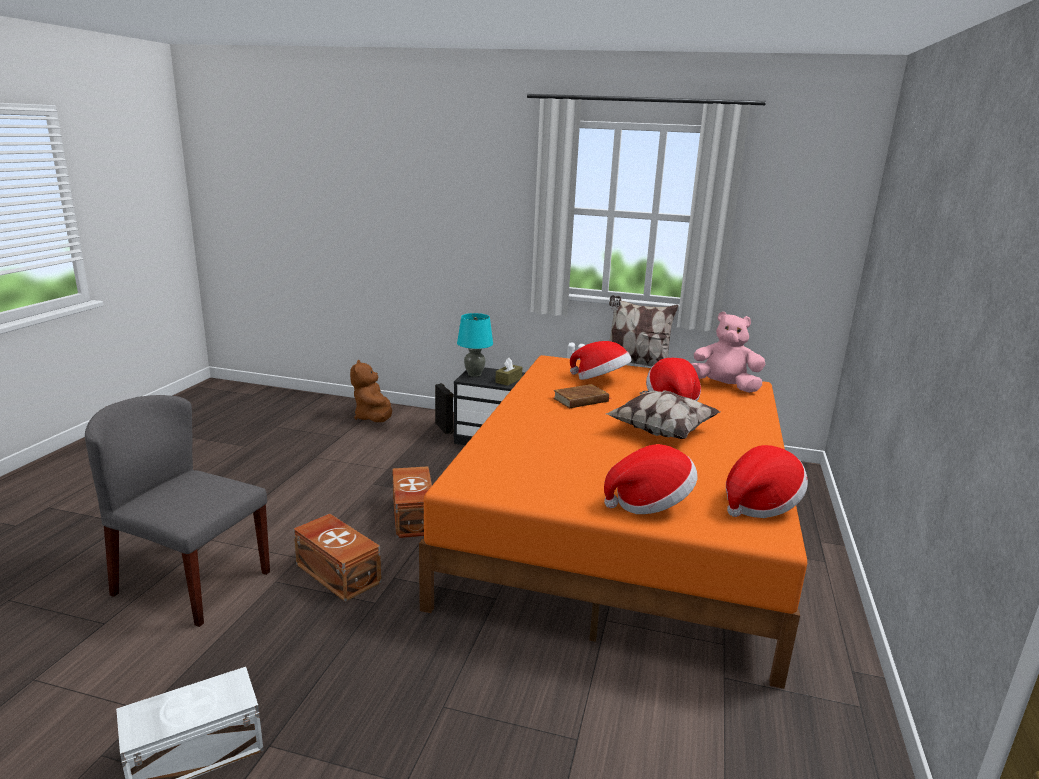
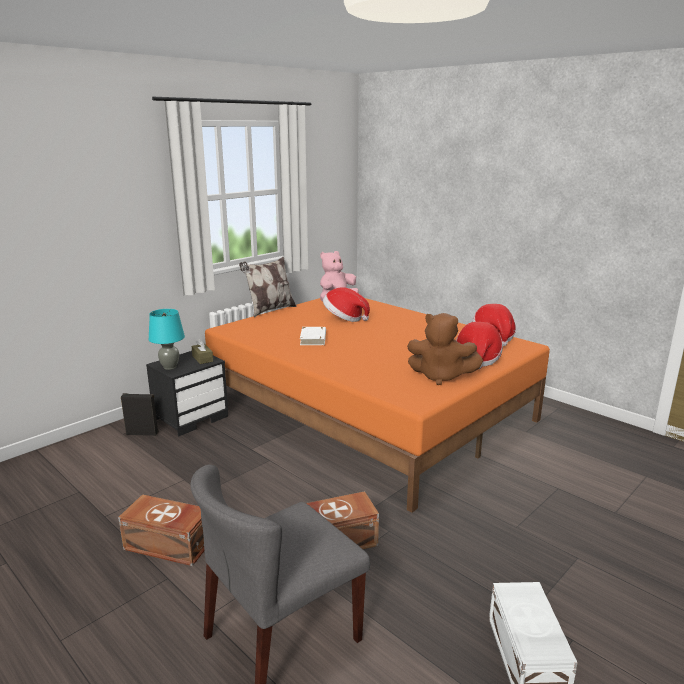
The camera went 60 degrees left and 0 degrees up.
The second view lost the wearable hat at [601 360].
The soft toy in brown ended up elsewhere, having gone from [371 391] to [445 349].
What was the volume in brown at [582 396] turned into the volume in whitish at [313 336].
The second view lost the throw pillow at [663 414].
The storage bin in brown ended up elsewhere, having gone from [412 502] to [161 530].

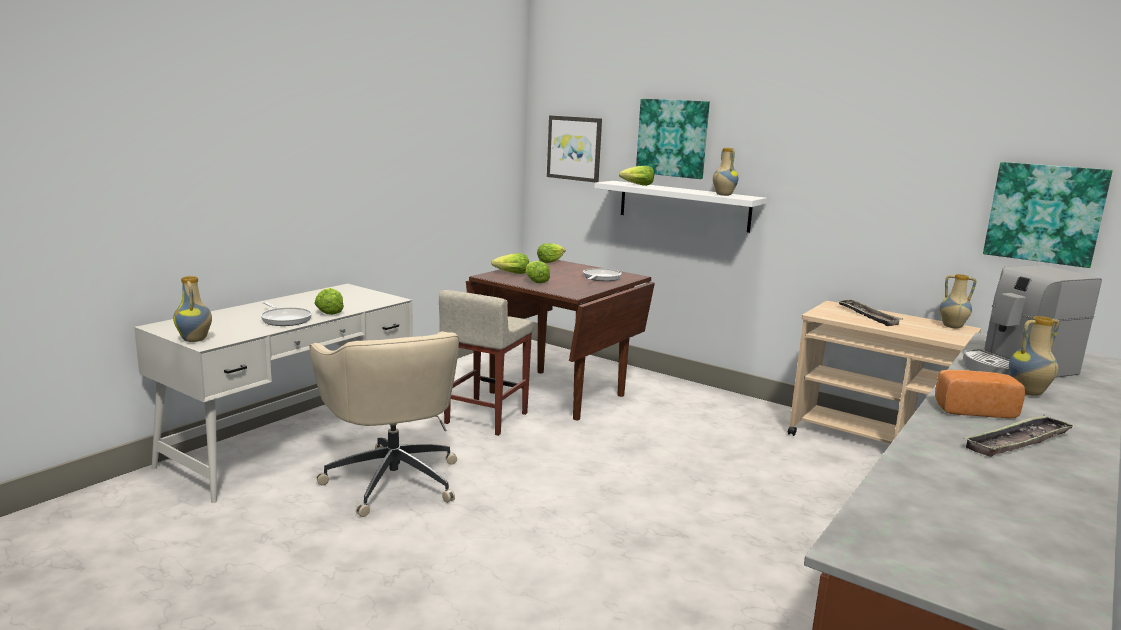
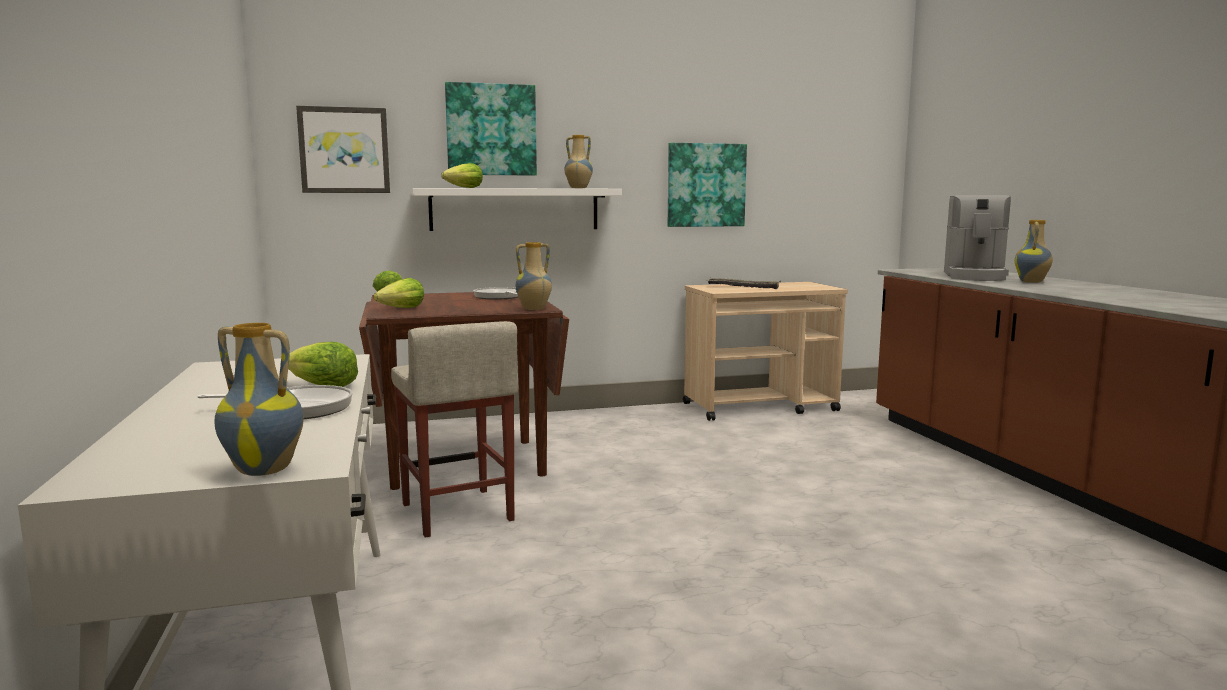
The camera went 50 degrees left and 5 degrees down.
The wall art ended up elsewhere, having gone from [1048 215] to [707 185].
The second view lost the lettuce head at [538 272].
The flower vase ended up elsewhere, having gone from [958 301] to [534 276].
The second view lost the desk chair in sand-coloured at [384 424].
The second view lost the baked bread at [980 394].
The second view lost the serving tray at [1019 436].

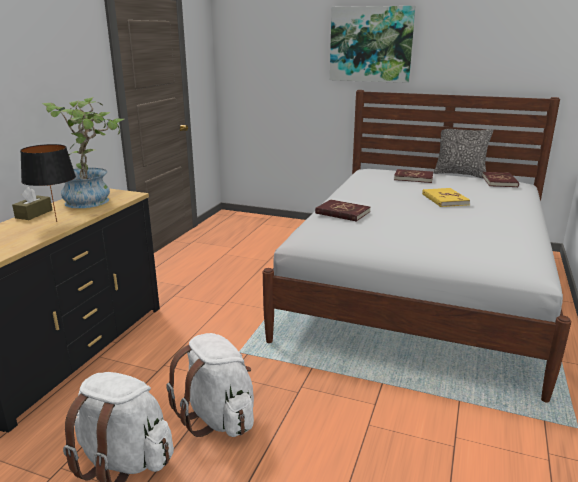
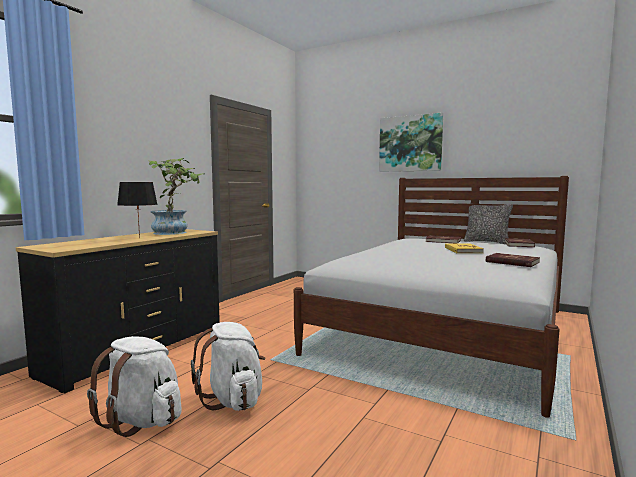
The camera went 10 degrees right and 15 degrees down.
The second view lost the tissue holder in brown at [32 203].
The volume in red-coloured ended up elsewhere, having gone from [342 210] to [513 260].

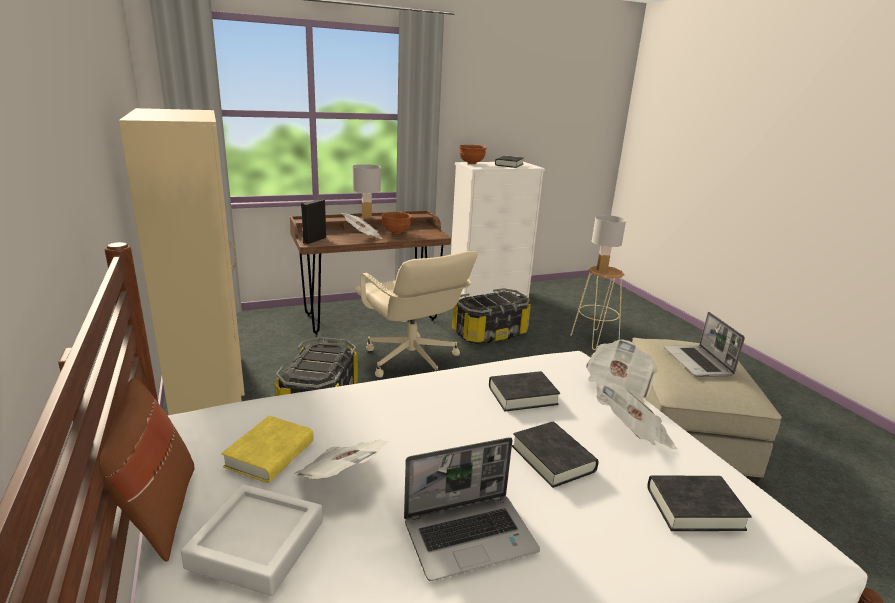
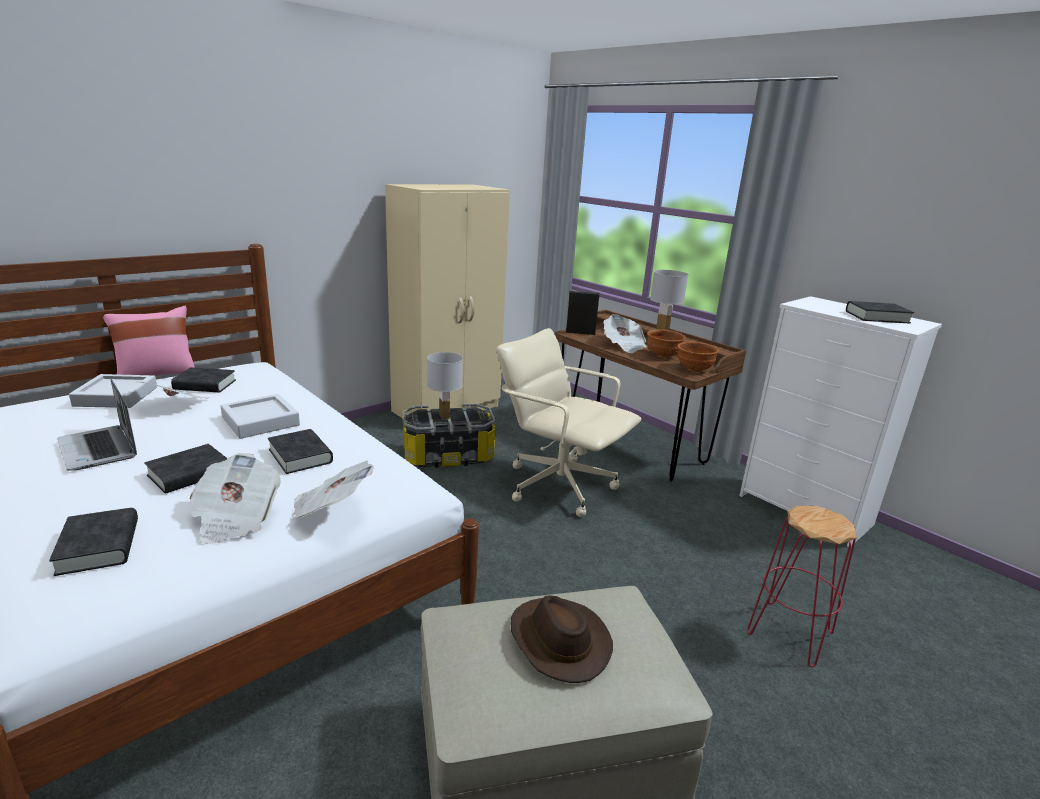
The camera went 70 degrees right and 0 degrees up.
The bowl in brown ended up elsewhere, having gone from [473 154] to [698 357].
The lamp for a table in whitish ended up elsewhere, having gone from [609 243] to [445 386].
The desk chair in sand-coloured at [416 314] ended up facing another way, 90 degrees clockwise from before.
What was the stool in sand-coloured at [597 308] turned into the stool in red-coloured at [802 586].
The second view lost the storage bin at [491 316].
Where the laptop stood at [704 344], the wearable hat in brown came to stand at [561 639].
What was the throw pillow in brown at [147 470] turned into the throw pillow in pinkish at [149 341].
What was the volume in yellow at [267 449] turned into the volume in black-coloured at [203 380].
The second view gained the serving tray in grey at [260 416].

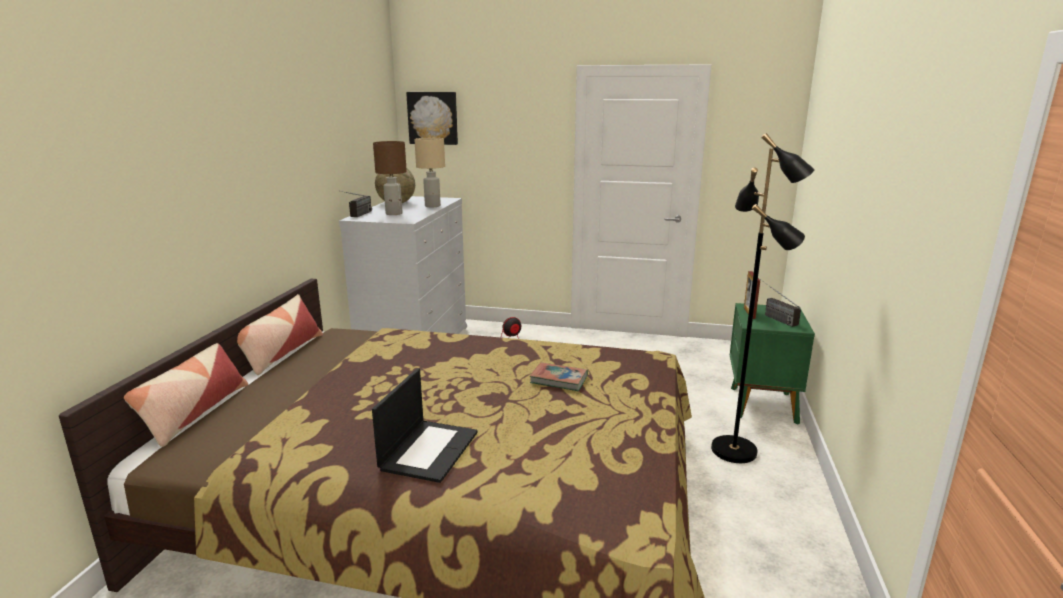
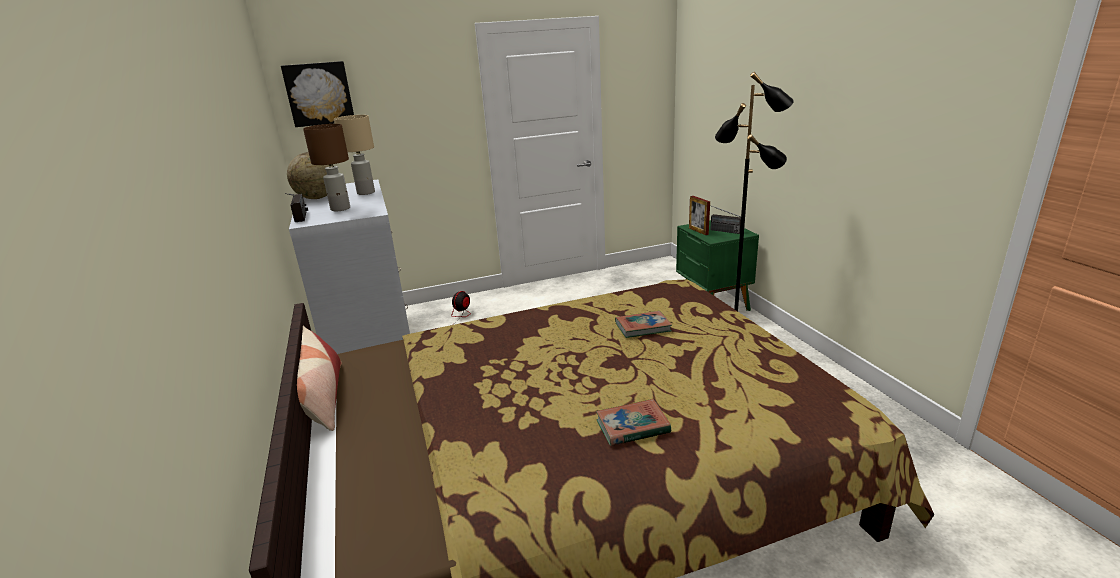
The camera went 30 degrees left and 5 degrees up.
The second view lost the throw pillow at [186 395].
Where the laptop stood at [425 425], the volume came to stand at [633 422].

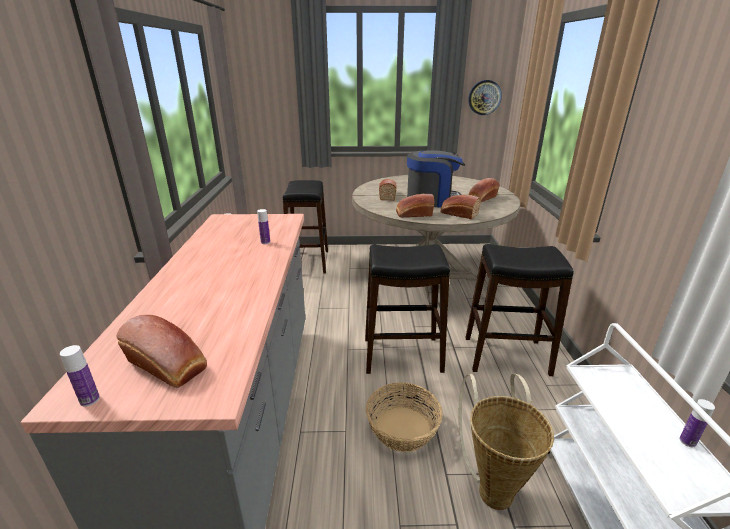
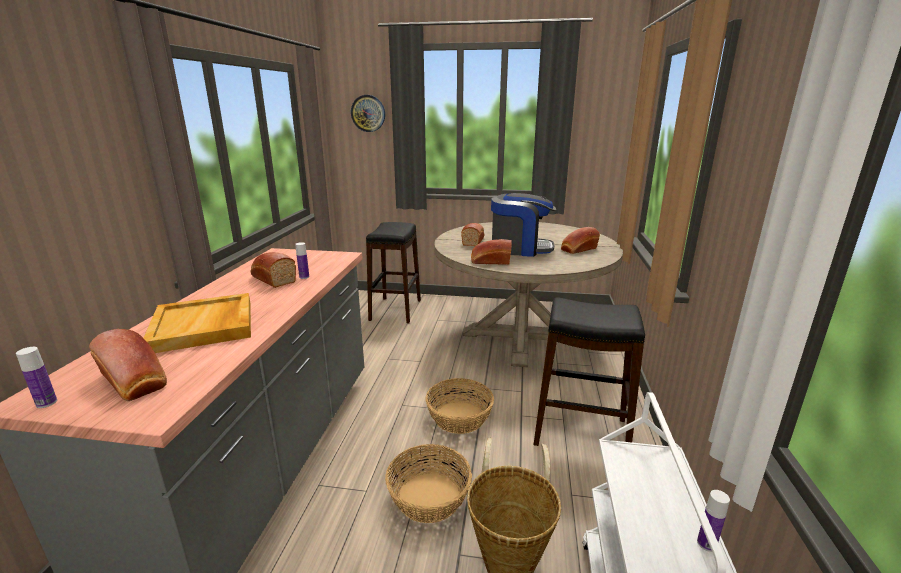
The camera went 10 degrees right and 5 degrees down.
The hanging clock ended up elsewhere, having gone from [485 97] to [368 113].
The baked bread ended up elsewhere, having gone from [460 207] to [273 270].
Where the stool in black-coloured stood at [407 309], the basket came to stand at [459 406].
The second view gained the serving tray in sand-coloured at [197 323].

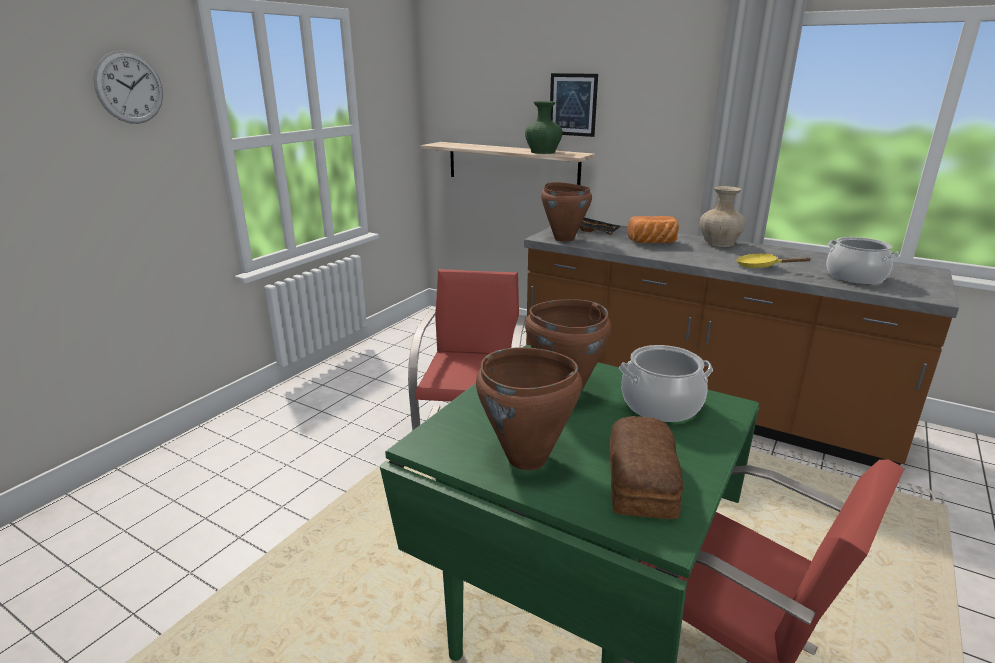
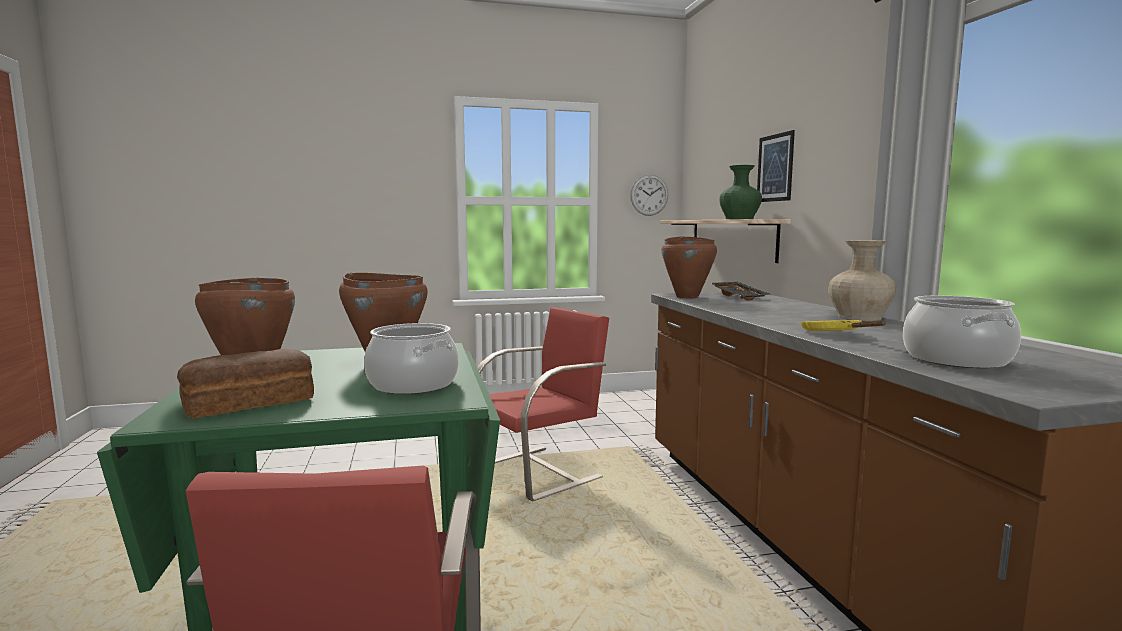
The camera went 45 degrees right and 15 degrees down.
The hanging clock ended up elsewhere, having gone from [128 87] to [649 195].
The second view lost the baked bread at [653 229].

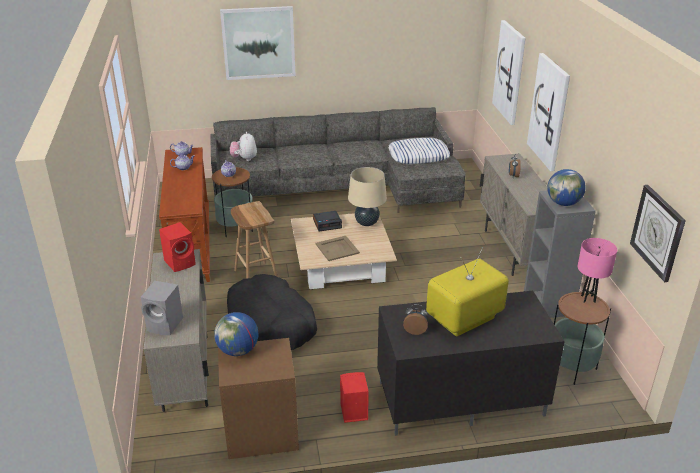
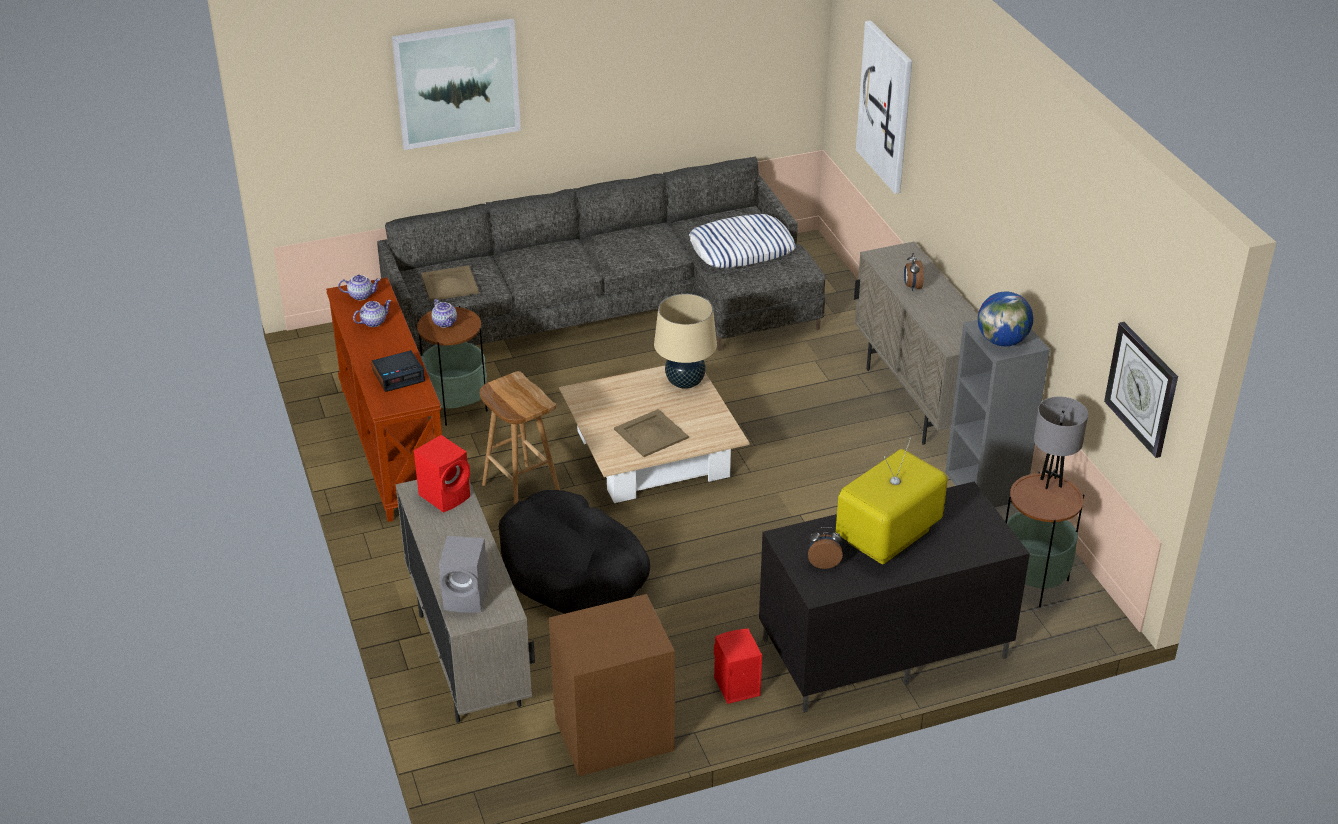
The camera went 10 degrees left and 5 degrees up.
The second view lost the wall art at [548 112].
Where the soft toy stood at [243 146], the serving tray in sand-coloured came to stand at [450 283].
The alarm clock ended up elsewhere, having gone from [327 221] to [398 371].
What was the lamp for a table in pinkish at [597 270] turned into the lamp for a table in grey at [1061 443].
The second view lost the globe at [236 334].

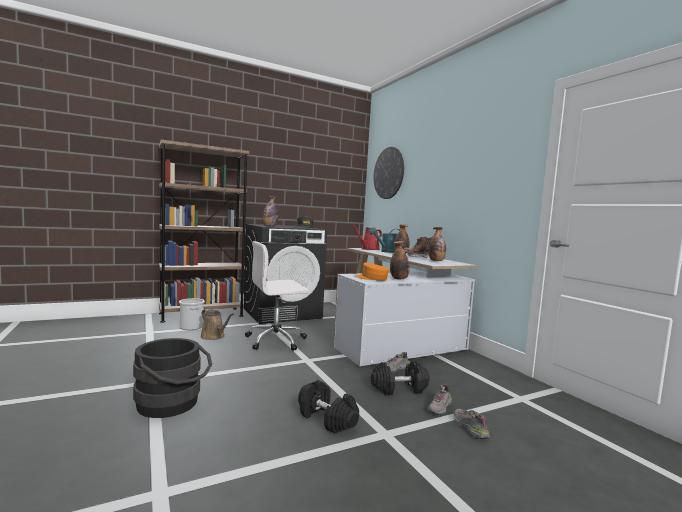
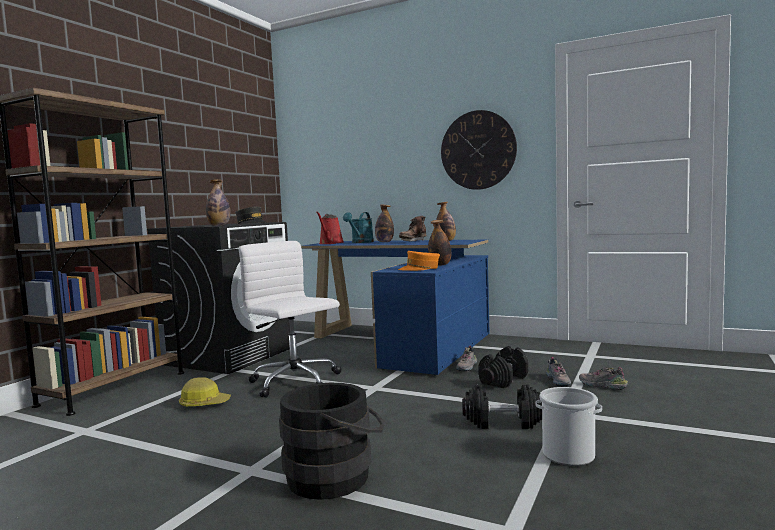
The camera went 35 degrees left and 0 degrees up.
The hanging clock ended up elsewhere, having gone from [388 173] to [479 150].
The desk chair in whitish at [277 296] ended up facing another way, 105 degrees clockwise from before.
What was the desk in whitish at [405 307] turned into the desk in blue-coloured at [395 307].
The bucket ended up elsewhere, having gone from [192 314] to [568 426].
Where the watering pot in brown stood at [217 324], the hard hat came to stand at [205 392].

